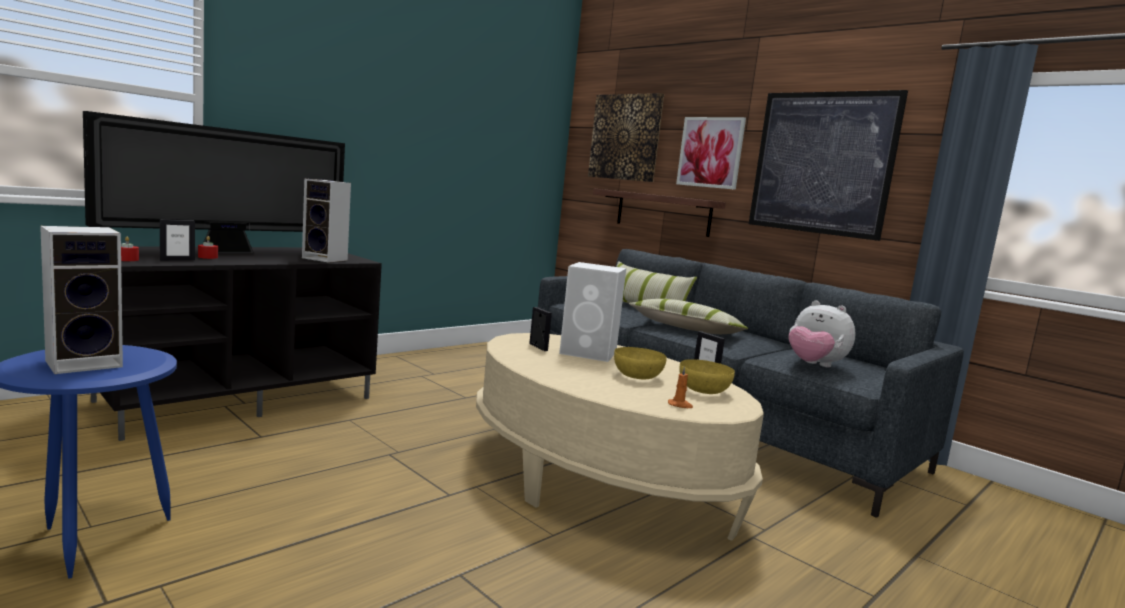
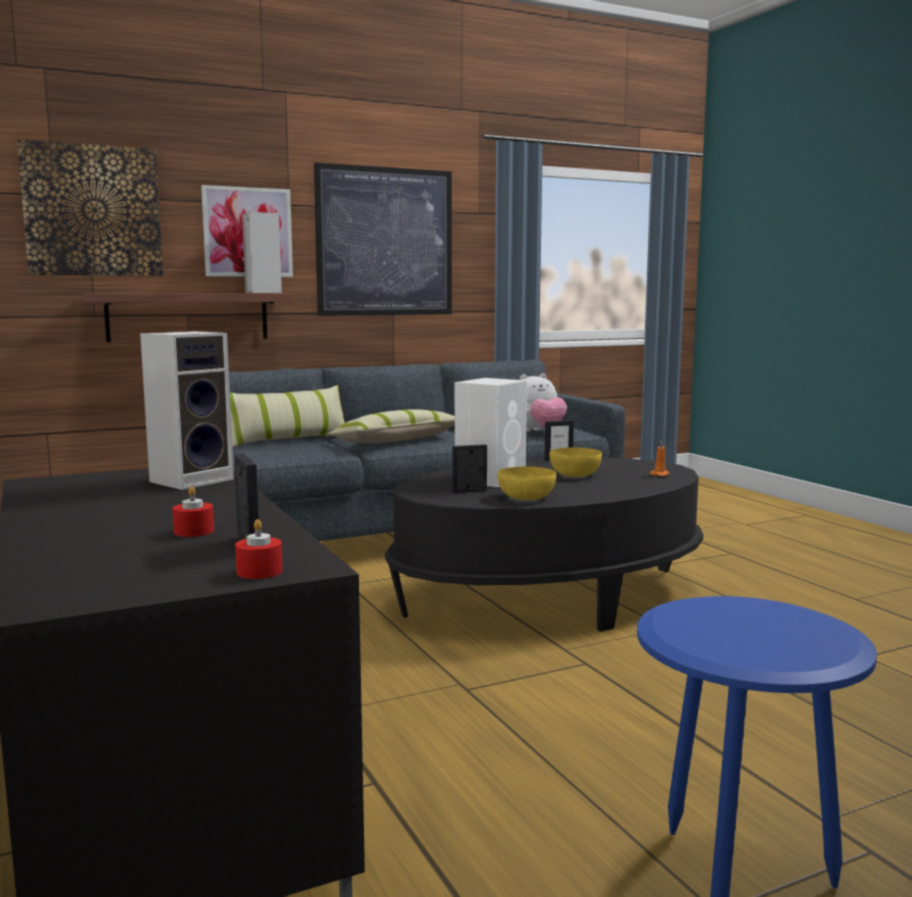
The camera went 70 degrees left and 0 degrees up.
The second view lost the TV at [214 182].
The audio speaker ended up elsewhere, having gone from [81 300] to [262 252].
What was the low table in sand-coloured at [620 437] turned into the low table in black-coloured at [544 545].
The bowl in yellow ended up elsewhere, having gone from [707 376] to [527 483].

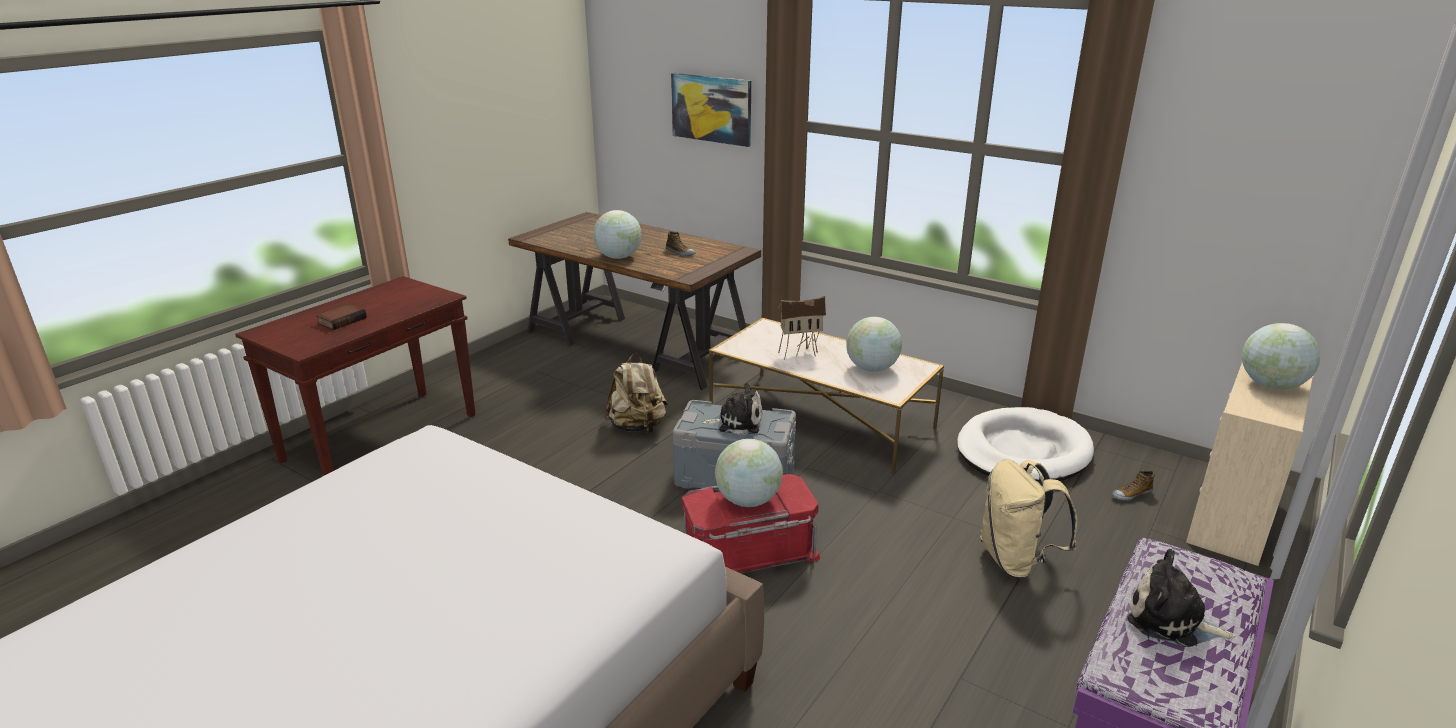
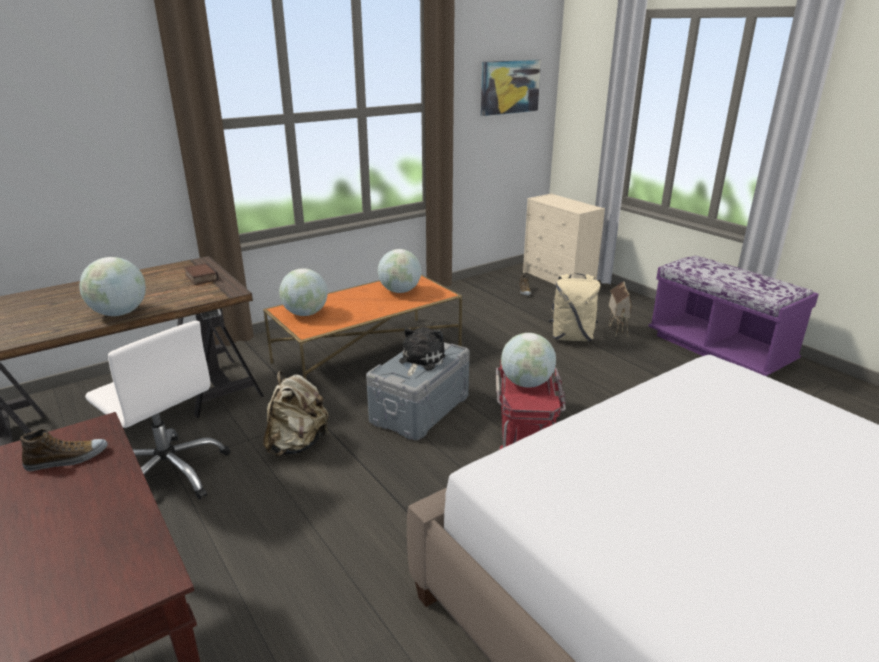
The camera went 70 degrees left and 0 degrees up.
The wall art ended up elsewhere, having gone from [711 110] to [511 88].
The item of footwear ended up elsewhere, having gone from [681 243] to [64 450].
The miniature house ended up elsewhere, having gone from [802 328] to [620 309].
The volume ended up elsewhere, having gone from [341 317] to [201 274].
What was the low table in whitish at [826 396] turned into the low table in orange at [362 326].
The globe ended up elsewhere, having gone from [1281 356] to [303 292].
The second view lost the dog bed in whitish at [1025 444].
The second view lost the soft toy at [1181 598].
The second view gained the desk chair in whitish at [158 410].

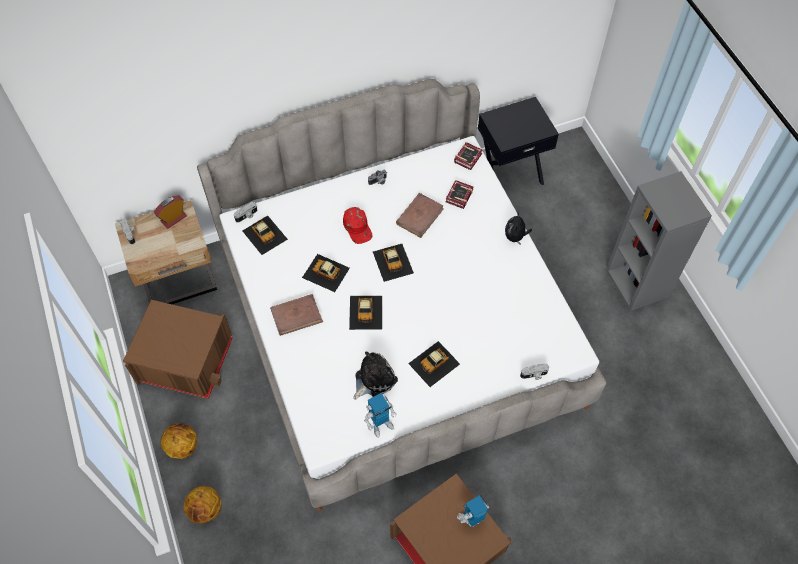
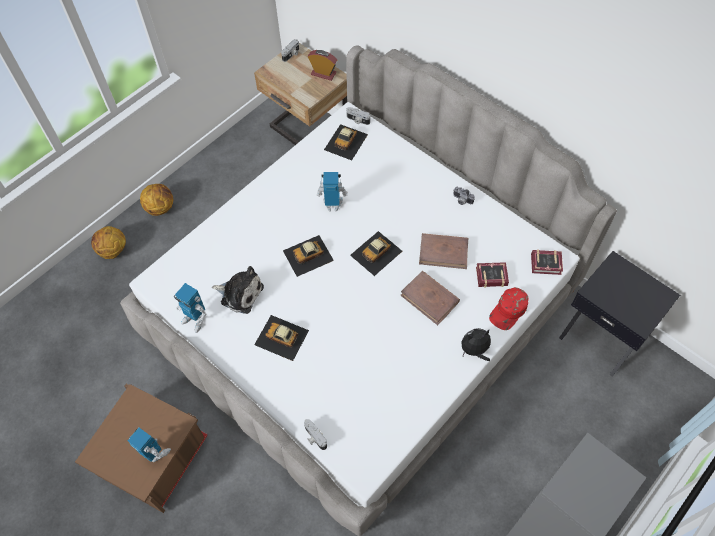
The camera went 65 degrees right and 0 degrees up.
The peaked cap in red-coloured ended up elsewhere, having gone from [358 225] to [509 308].
Where the toy car stood at [326 273], the robot figure came to stand at [332 192].
The volume in brown ended up elsewhere, having gone from [296 315] to [430 298].
The second view lost the storage bin in brown at [177 349].

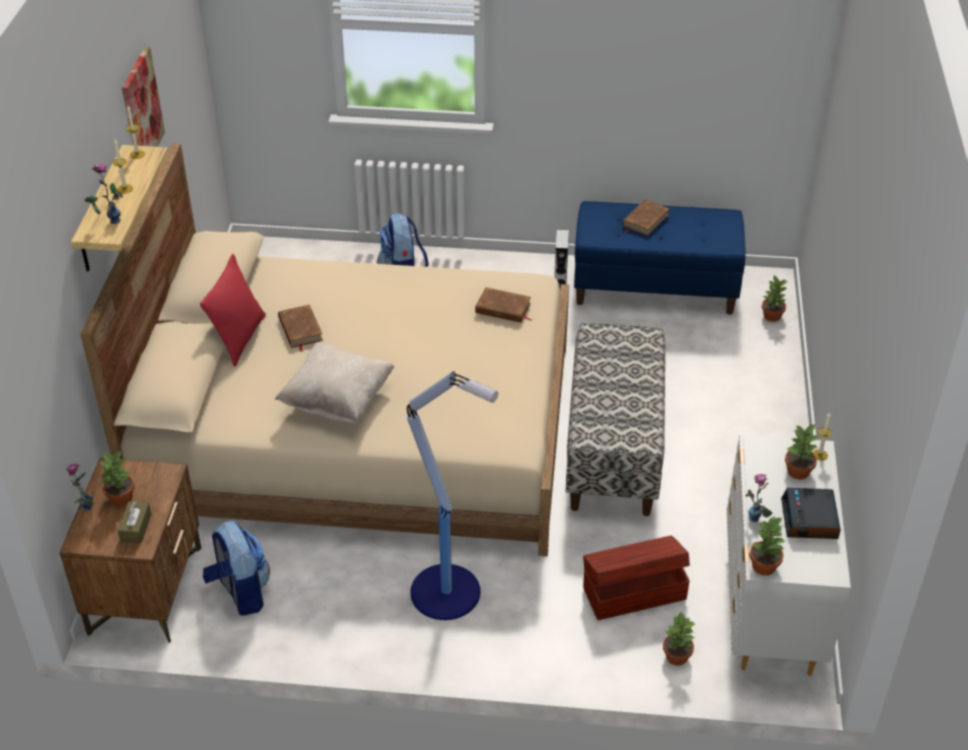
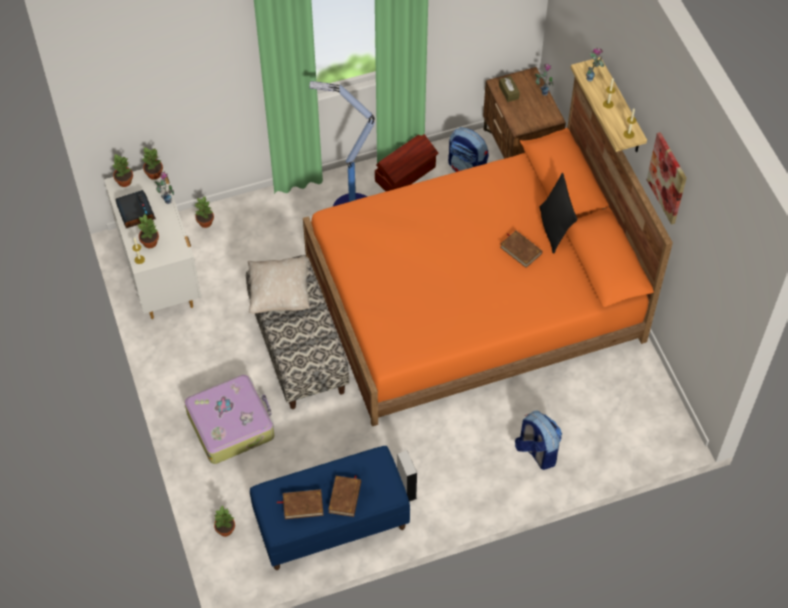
The camera went 155 degrees right and 15 degrees up.
What was the sleeping bed in sand-coloured at [324 349] turned into the sleeping bed in orange at [488 252].
What was the throw pillow in red-coloured at [233 310] turned into the throw pillow in black-coloured at [558 213].
The volume in brown ended up elsewhere, having gone from [503 305] to [300 504].
The throw pillow in sand-coloured ended up elsewhere, having gone from [335 382] to [279 285].
The houseplant ended up elsewhere, having gone from [117 478] to [123 170].
The storage bin in brown ended up elsewhere, having gone from [636 577] to [407 162].
The second view gained the travel case at [229 419].

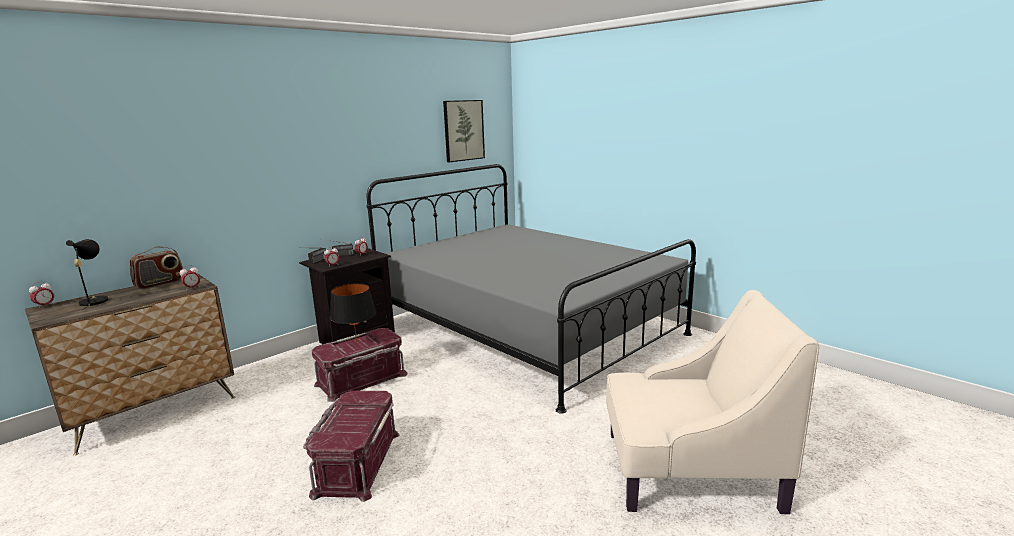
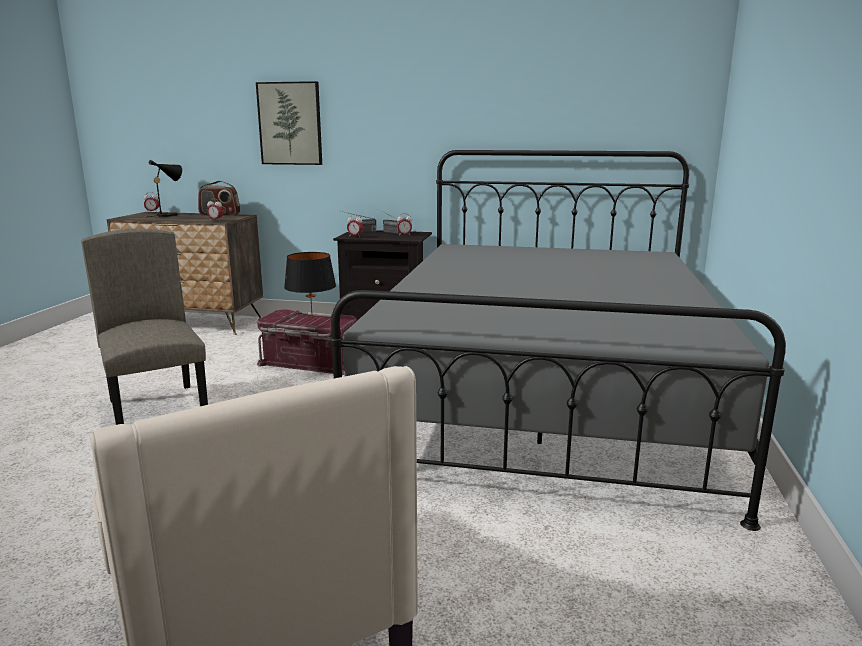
The camera went 55 degrees right and 0 degrees up.
The wall art ended up elsewhere, having gone from [464 131] to [289 123].
Where the storage bin in red-coloured stood at [351 446], the plain chair in sand-coloured came to stand at [144 327].

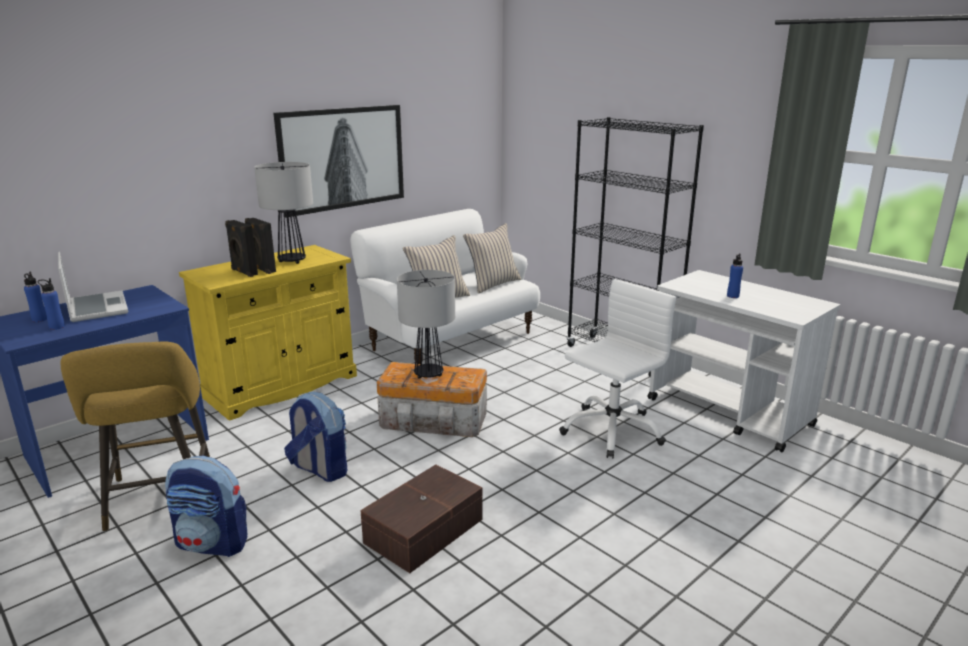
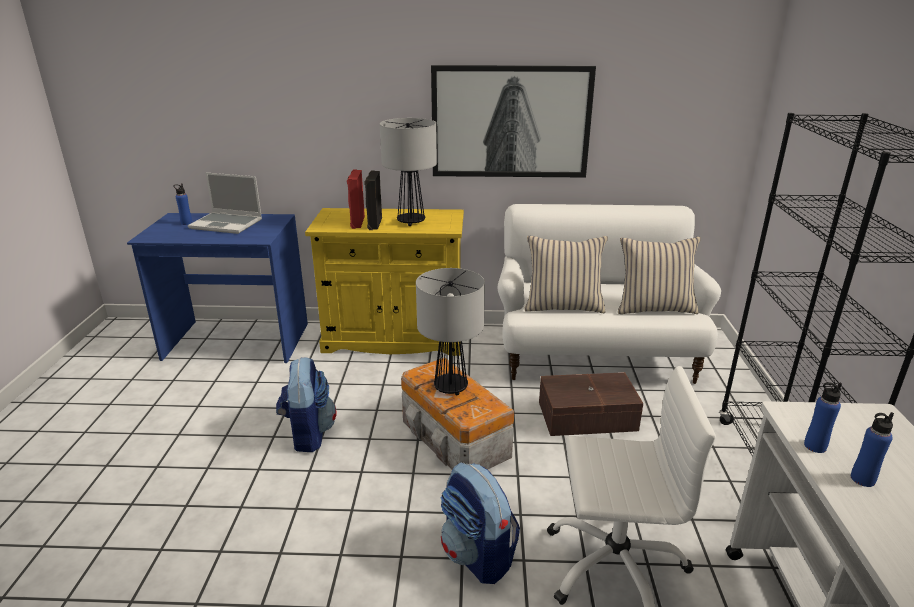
The camera went 45 degrees right and 5 degrees up.
What was the audio speaker in black-coloured at [241 248] turned into the audio speaker in red-coloured at [356 199].
The laptop at [93 287] ended up facing another way, 90 degrees clockwise from before.
The beverage bottle in blue-coloured ended up elsewhere, having gone from [51 304] to [823 417].
The second view lost the stool in yellow at [135 436].
The knapsack ended up elsewhere, having gone from [206 506] to [480 523].
The storage bin in brown ended up elsewhere, having gone from [421 518] to [591 404].

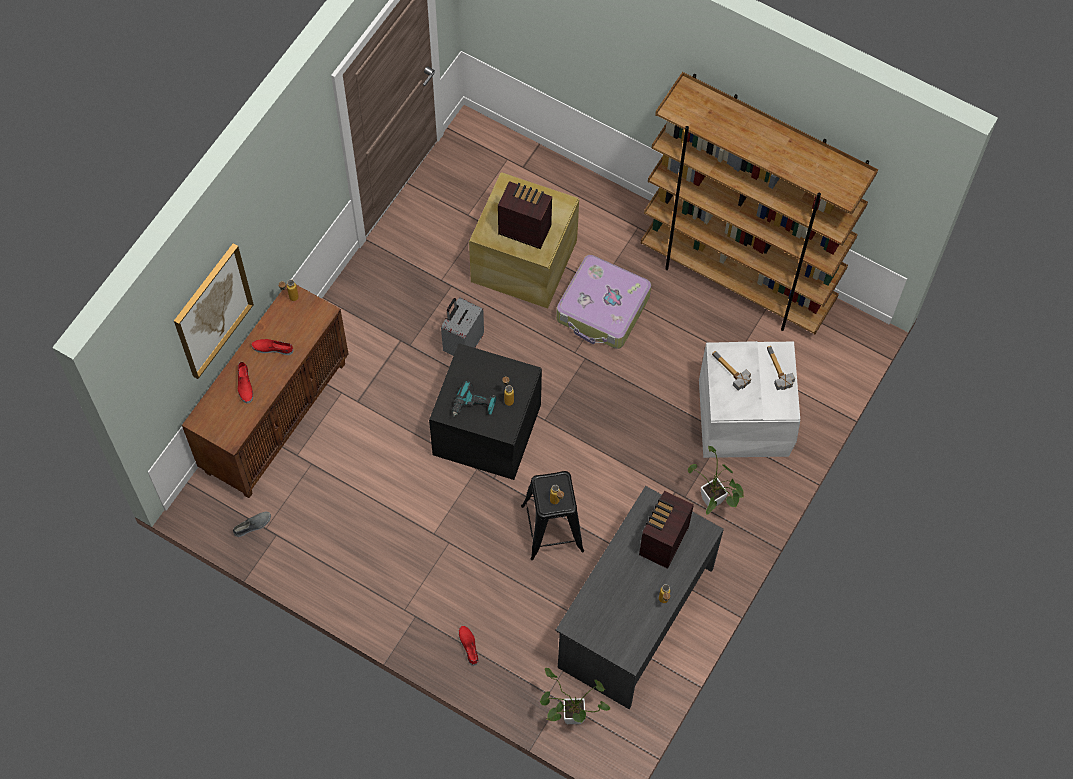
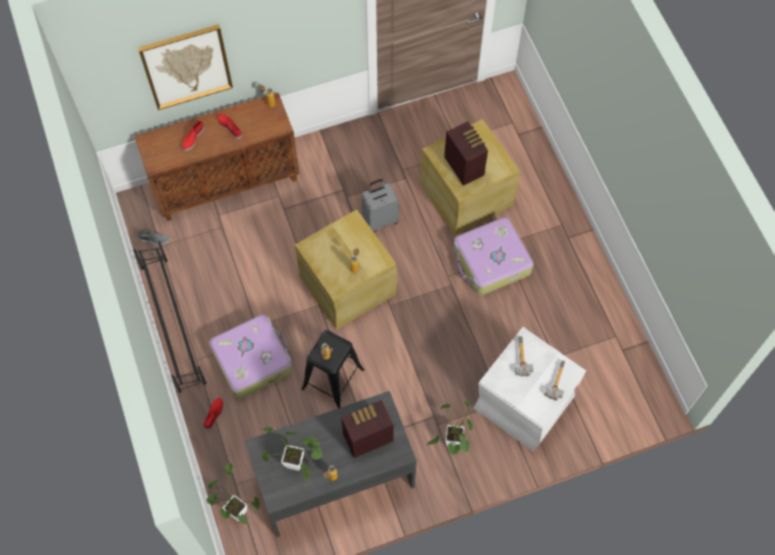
The camera went 40 degrees right and 0 degrees up.
The second view lost the bookcase in brown at [759 203].
What was the storage bin in black-coloured at [485 411] turned into the storage bin in sand-coloured at [346 270].
The second view lost the drill at [474 399].
The second view gained the shoe rack in black-coloured at [169 317].
The second view gained the travel case at [250 357].
The second view gained the houseplant at [291 454].

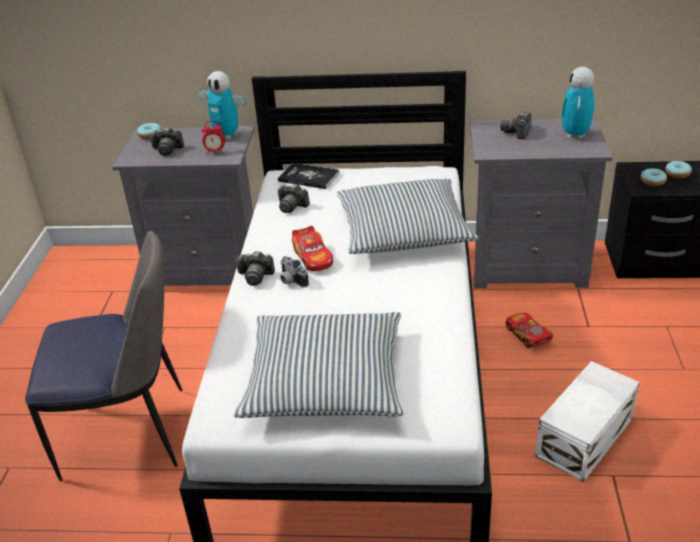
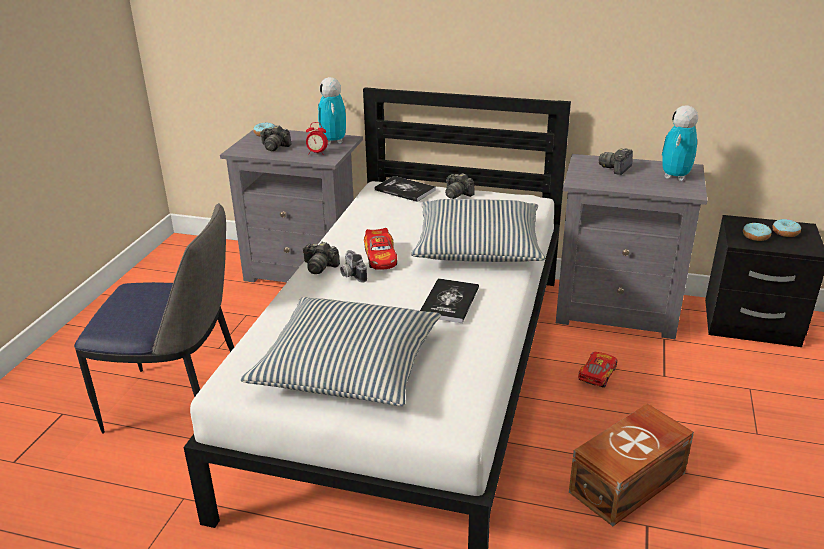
The camera went 10 degrees right and 5 degrees down.
The robot figure at [221 105] ended up facing another way, 45 degrees clockwise from before.
The photo camera ended up elsewhere, having gone from [294 198] to [460 186].
The toy car at [530 330] ended up facing another way, 45 degrees clockwise from before.
What was the storage bin in whitish at [587 421] turned into the storage bin in brown at [631 464].
The second view gained the volume at [449 300].

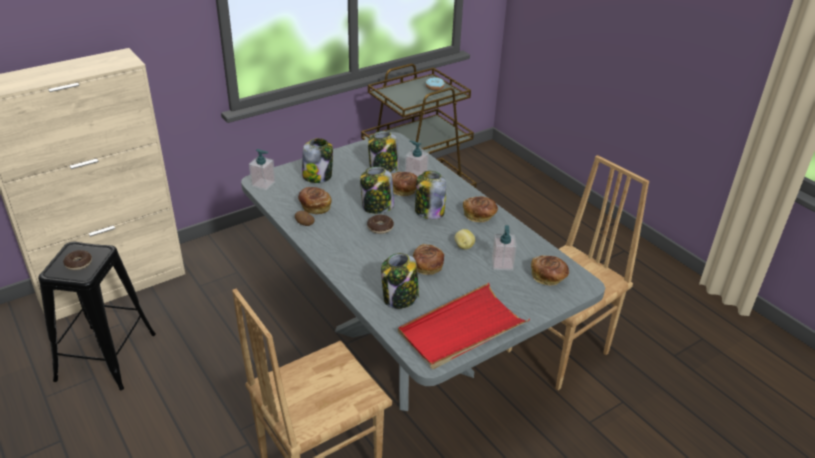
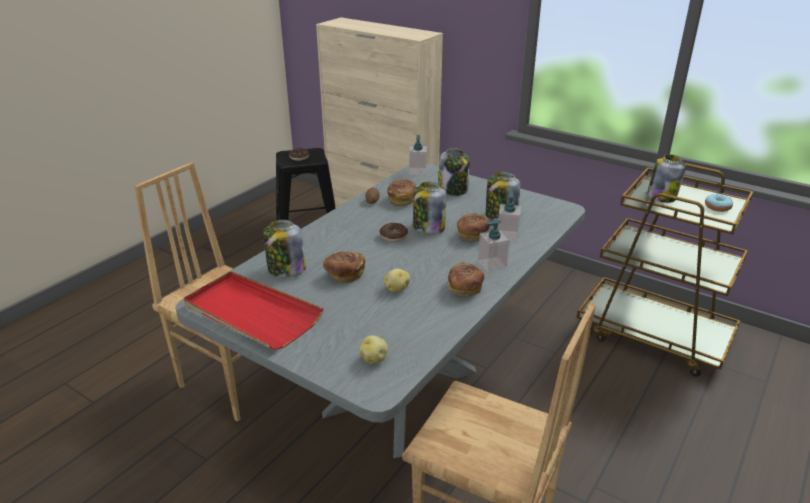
The camera went 70 degrees right and 5 degrees down.
The storage jar ended up elsewhere, having gone from [430 195] to [666 178].
The soap bottle ended up elsewhere, having gone from [504 248] to [494 246].
Where the baked bread stood at [550 270], the spud came to stand at [373 349].

